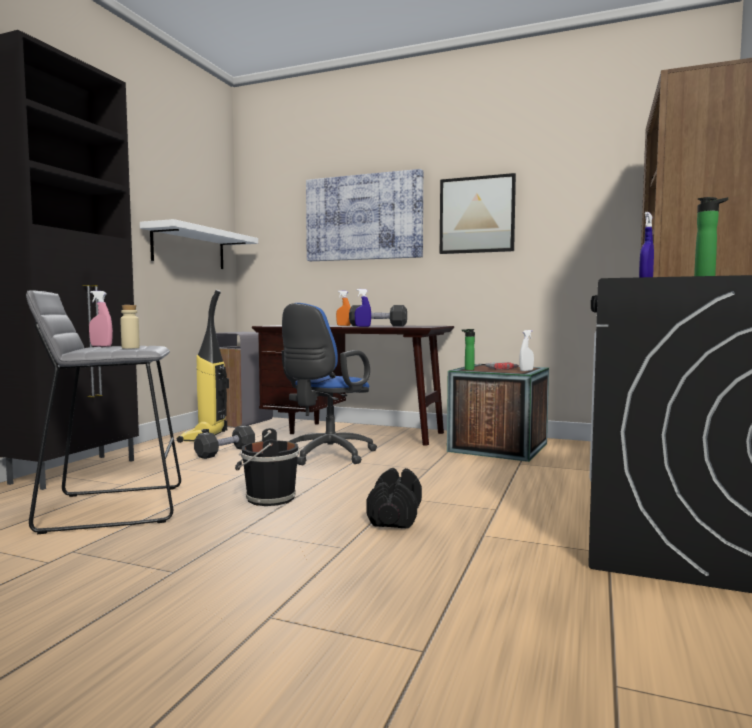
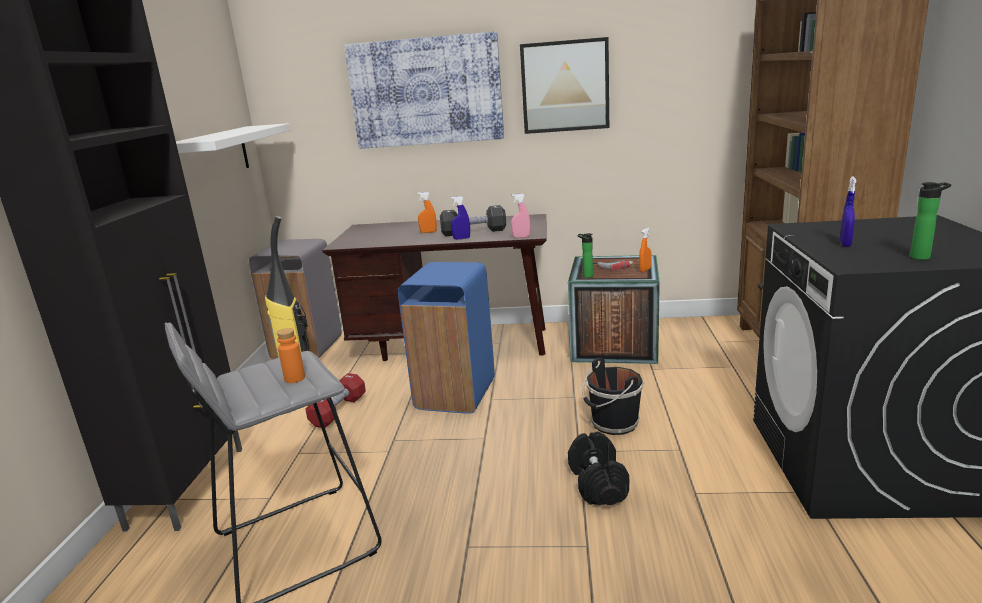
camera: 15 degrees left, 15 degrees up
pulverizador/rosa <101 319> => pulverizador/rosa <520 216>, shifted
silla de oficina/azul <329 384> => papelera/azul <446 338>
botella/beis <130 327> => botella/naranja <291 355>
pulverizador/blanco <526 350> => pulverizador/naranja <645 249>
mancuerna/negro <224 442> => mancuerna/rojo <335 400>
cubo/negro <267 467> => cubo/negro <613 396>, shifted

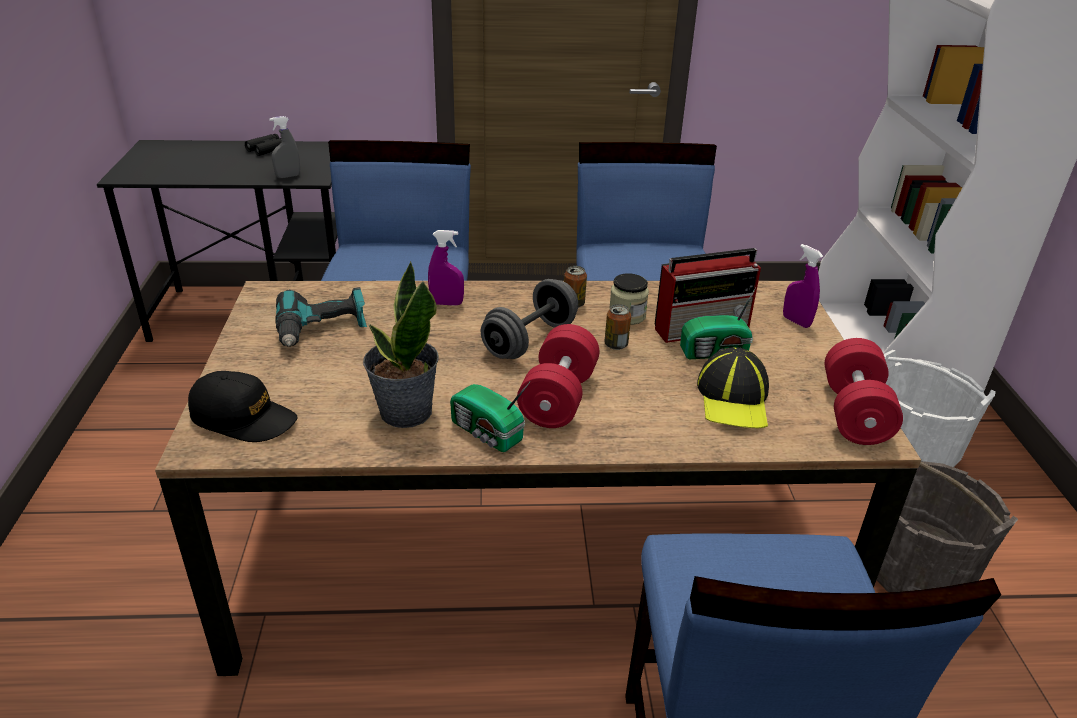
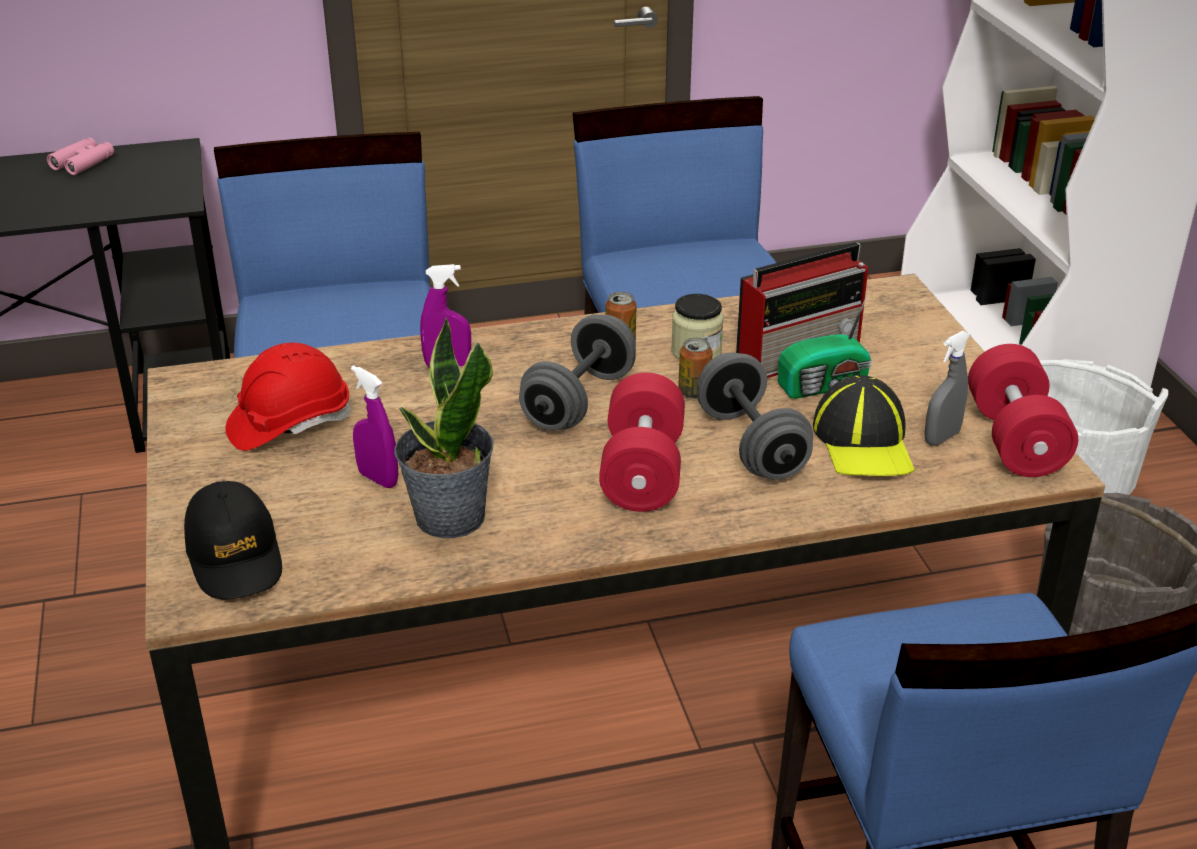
camera: 10 degrees left, 0 degrees up
pulverizador/gris <284 147> => pulverizador/gris <947 388>, shifted
prismáticos/negro <263 145> => prismáticos/rosa <80 156>
pulverizador/morado <803 286> => pulverizador/morado <374 426>, shifted
taladro <321 317> => casco/rojo <288 397>
gorra/negro <243 406> => gorra/negro <233 540>, 60 degrees clockwise
radio <490 416> => nothing
nothing => mancuerna/gris <755 416>

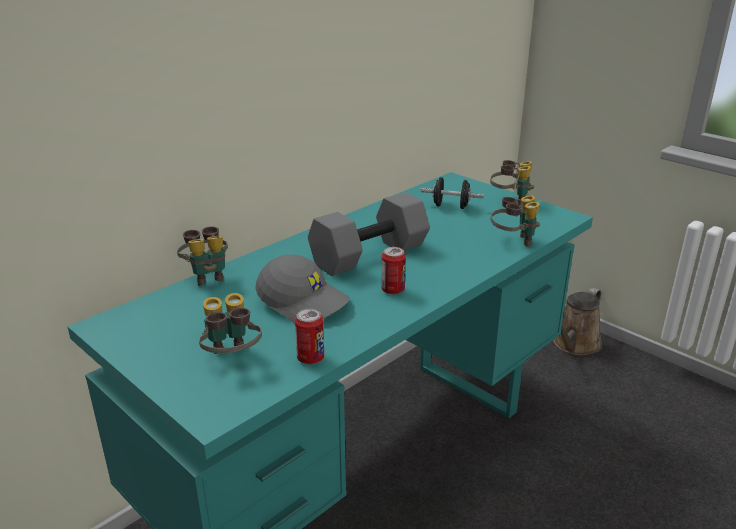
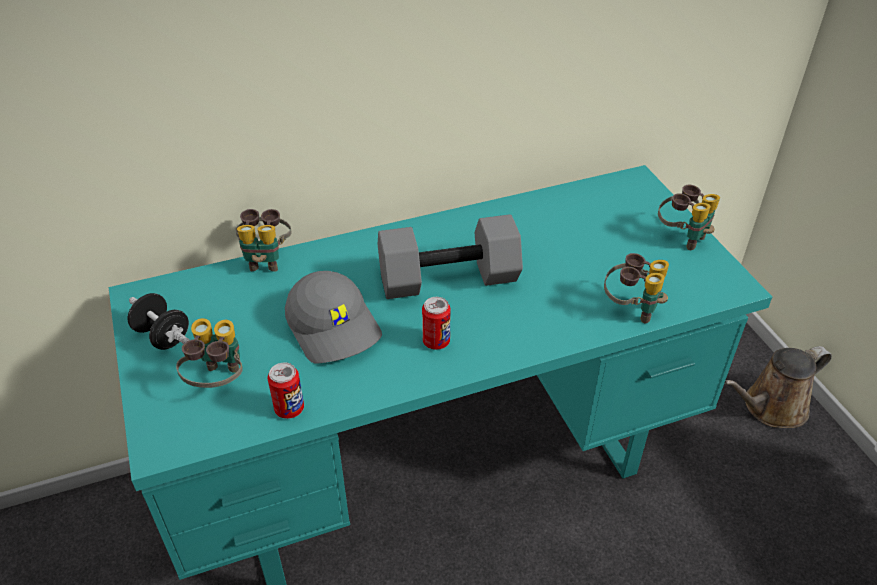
camera: 25 degrees right, 15 degrees up
mancuerna/negro <452 193> => mancuerna/negro <159 321>, shifted

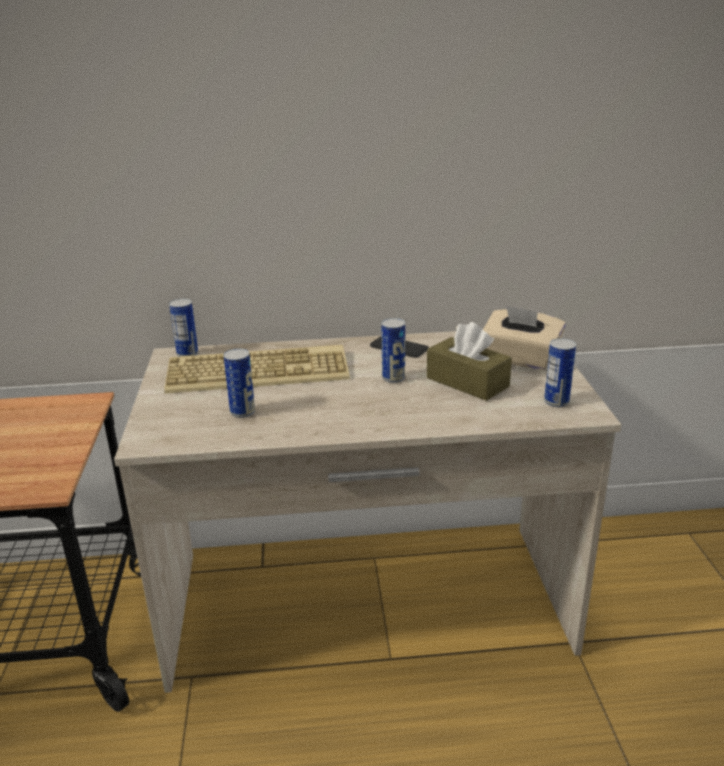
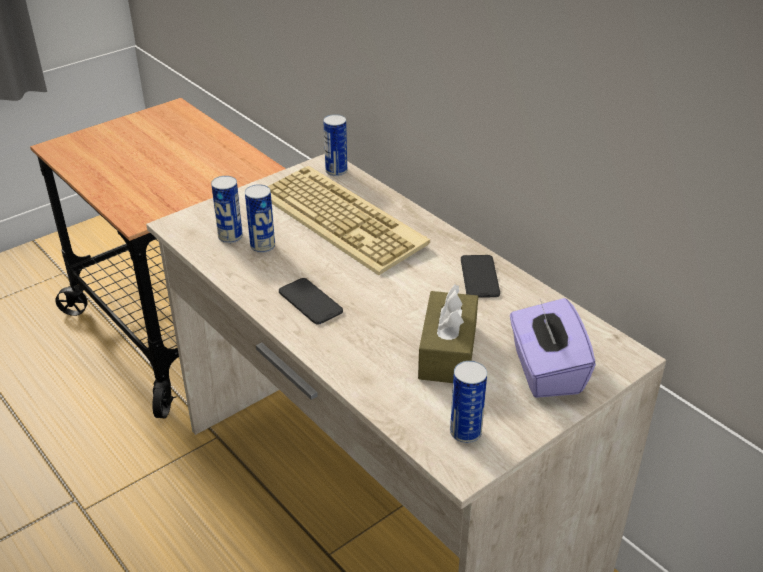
camera: 55 degrees right, 10 degrees up
caja de pañuelos/beis <524 337> => caja de pañuelos/morado <553 348>
lata <393 350> => lata <227 209>, shifted
nothing => móvil <311 301>

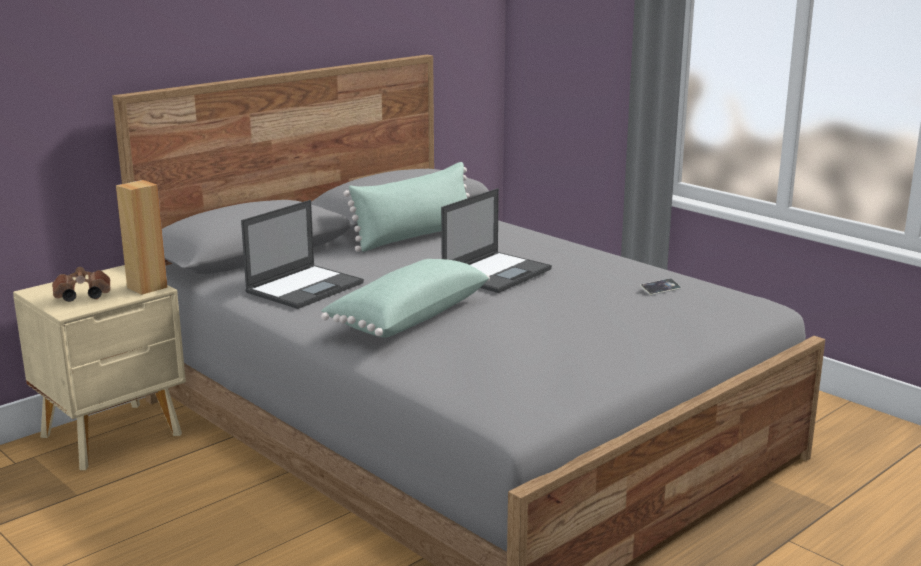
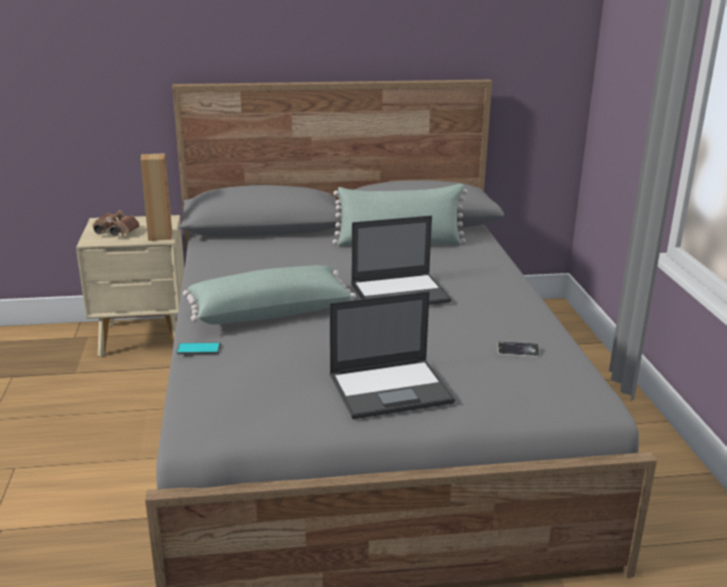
camera: 35 degrees right, 5 degrees up
portátil <302 254> => portátil <392 355>, shifted
nothing => móvil <199 348>

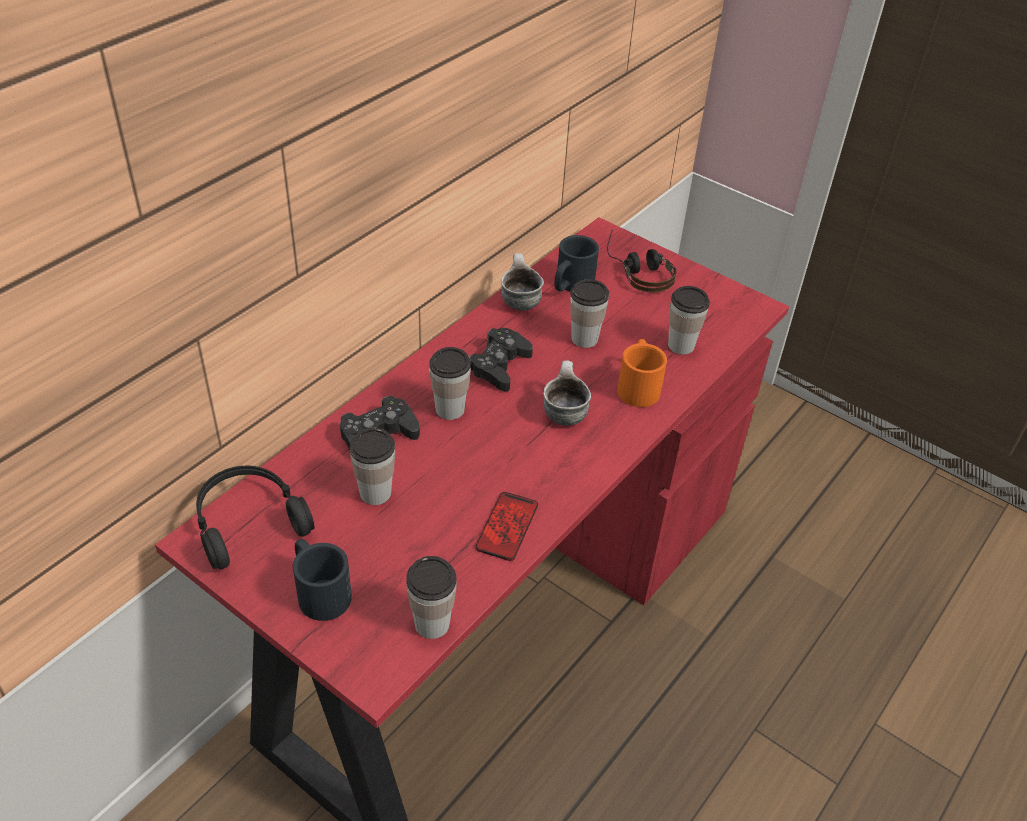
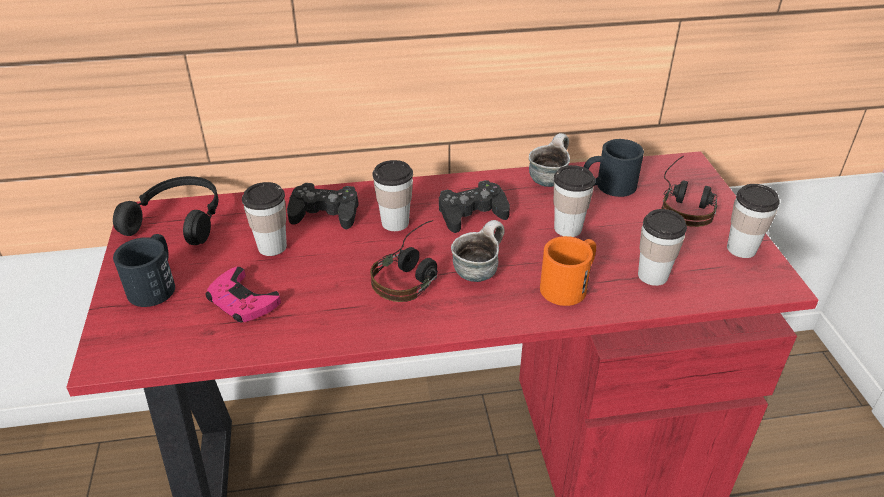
camera: 45 degrees right, 5 degrees down
móvil <507 526> => nothing
taza <431 597> => taza <753 221>, shifted
nothing => auriculares <404 261>
nothing => mando de consola/rosa <243 294>

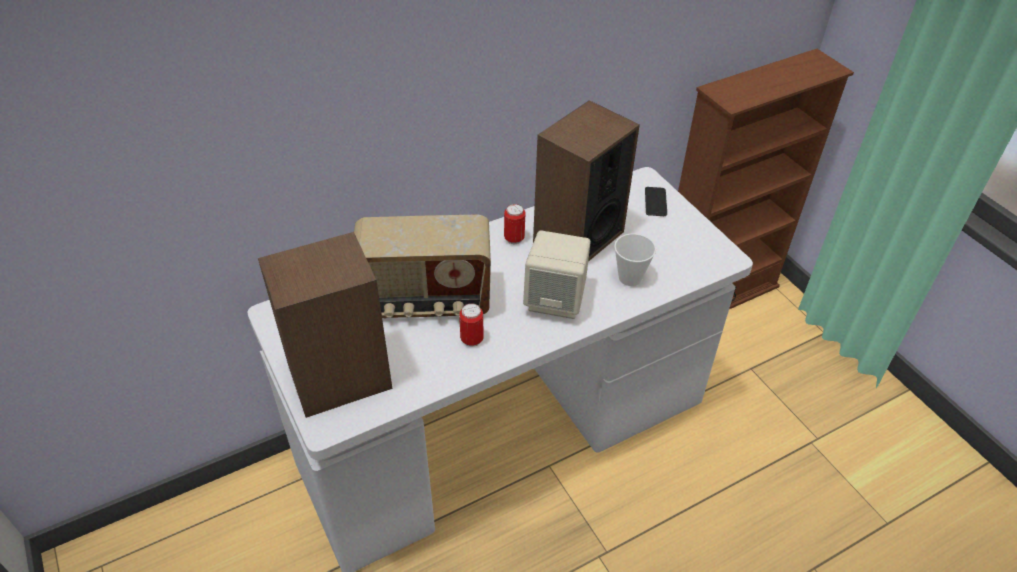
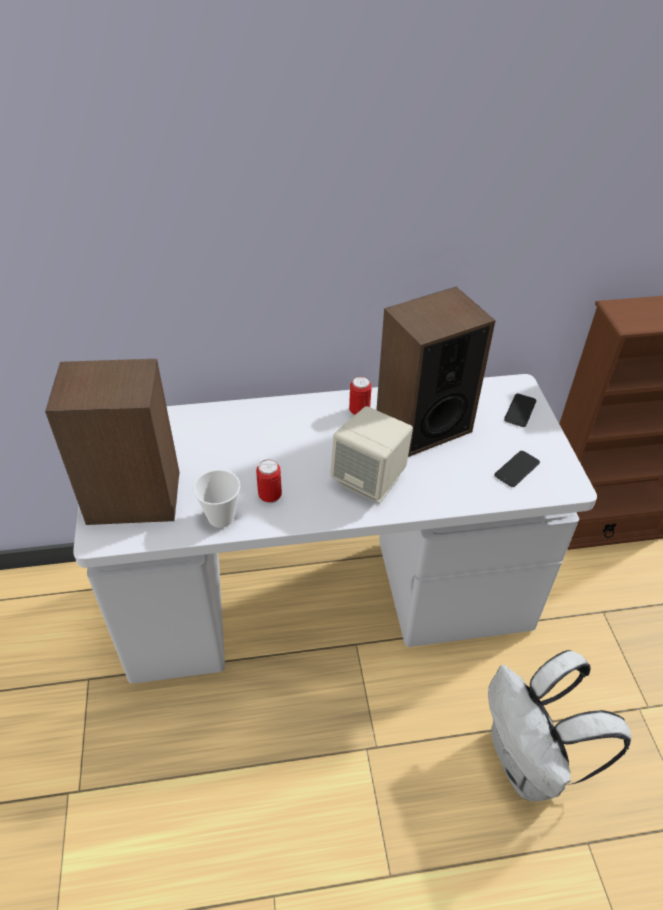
camera: 20 degrees right, 0 degrees up
radio <422 266> => nothing
taza <635 259> => taza <216 499>, shifted
nothing => móvil <517 469>
nothing => mochila/blanco <559 725>

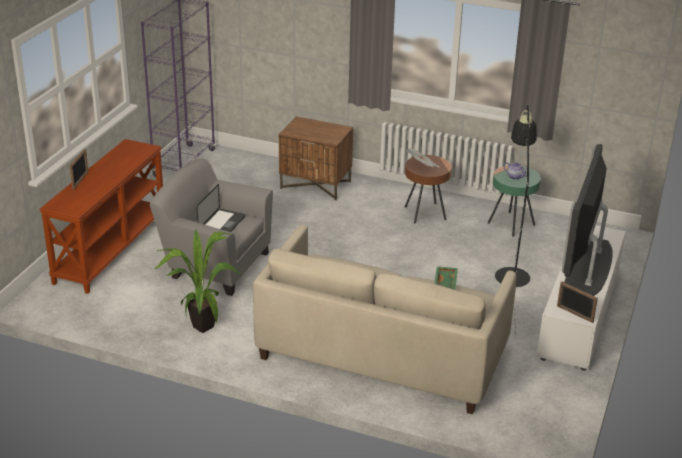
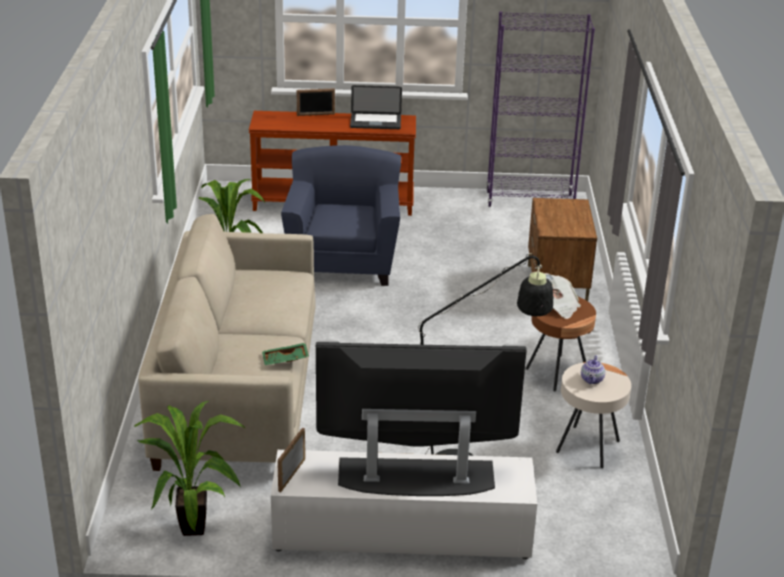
camera: 70 degrees right, 0 degrees up
sillón/gris <211 227> => sillón/azul <341 215>
mesa auxiliar/verde <514 201> => mesa auxiliar/beis <593 415>
portátil <220 208> => portátil <376 107>, shifted
nothing => planta en maceta <189 468>

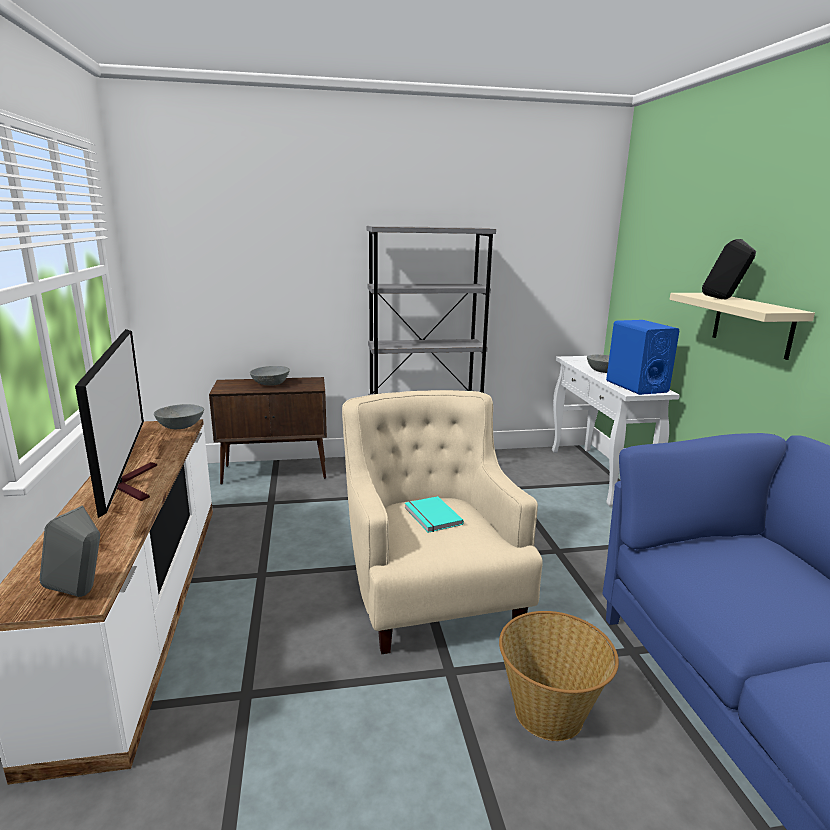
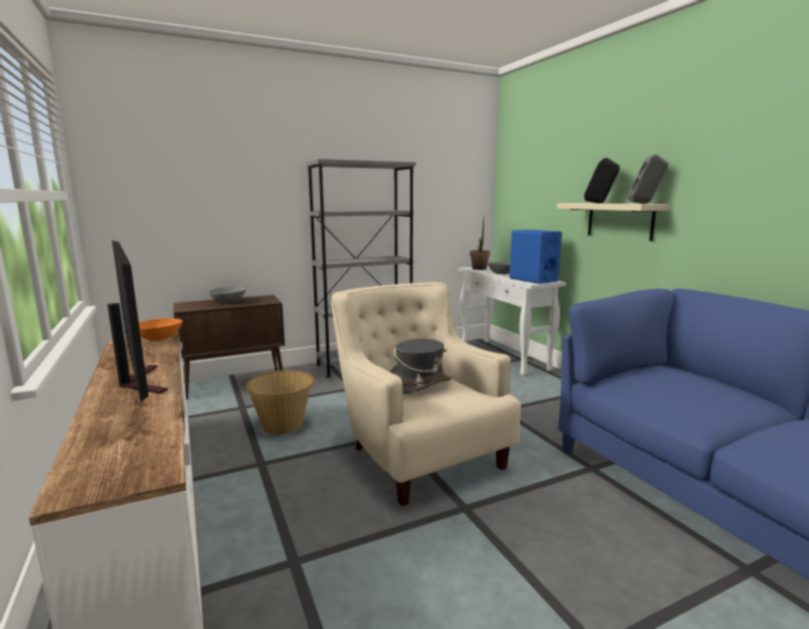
camera: 15 degrees left, 5 degrees down
cuenco/gris <179 416> => cuenco/naranja <161 329>
libro/turquesa <434 514> => sombrero/gris <421 366>
altavoz/gris <69 551> => altavoz/gris <648 179>, shifted
cesta <559 676> => cesta <280 402>, shifted
nothing => planta en maceta <480 242>

